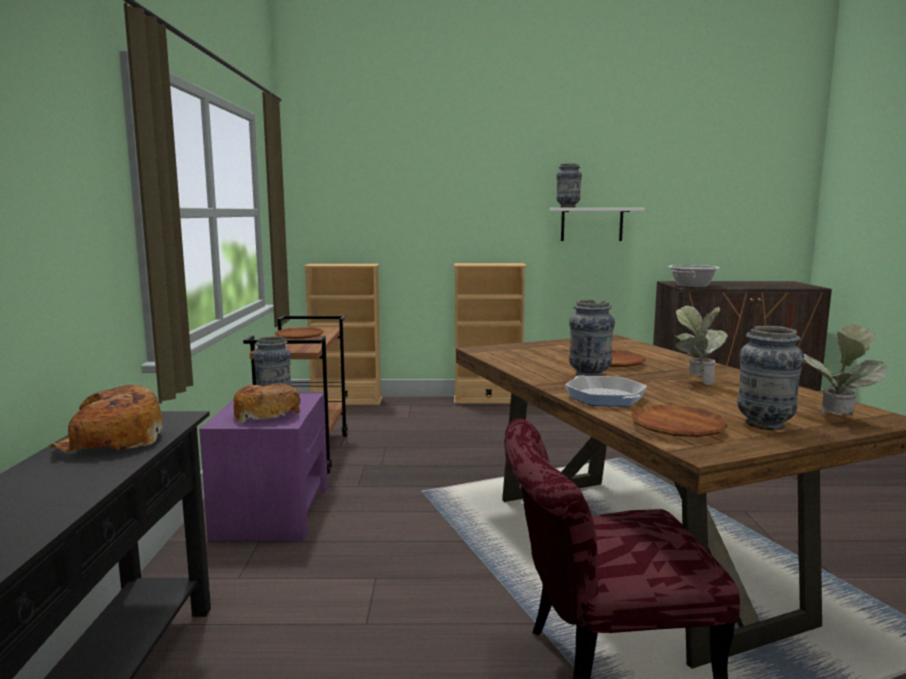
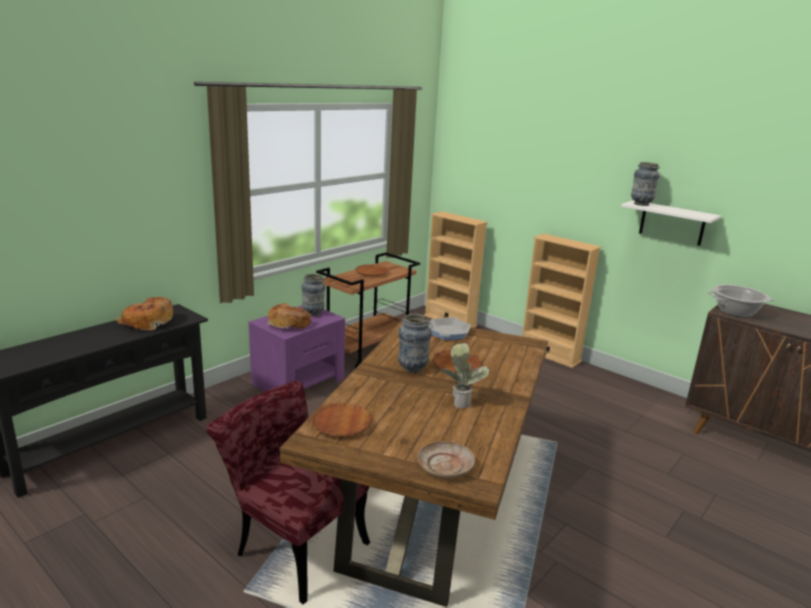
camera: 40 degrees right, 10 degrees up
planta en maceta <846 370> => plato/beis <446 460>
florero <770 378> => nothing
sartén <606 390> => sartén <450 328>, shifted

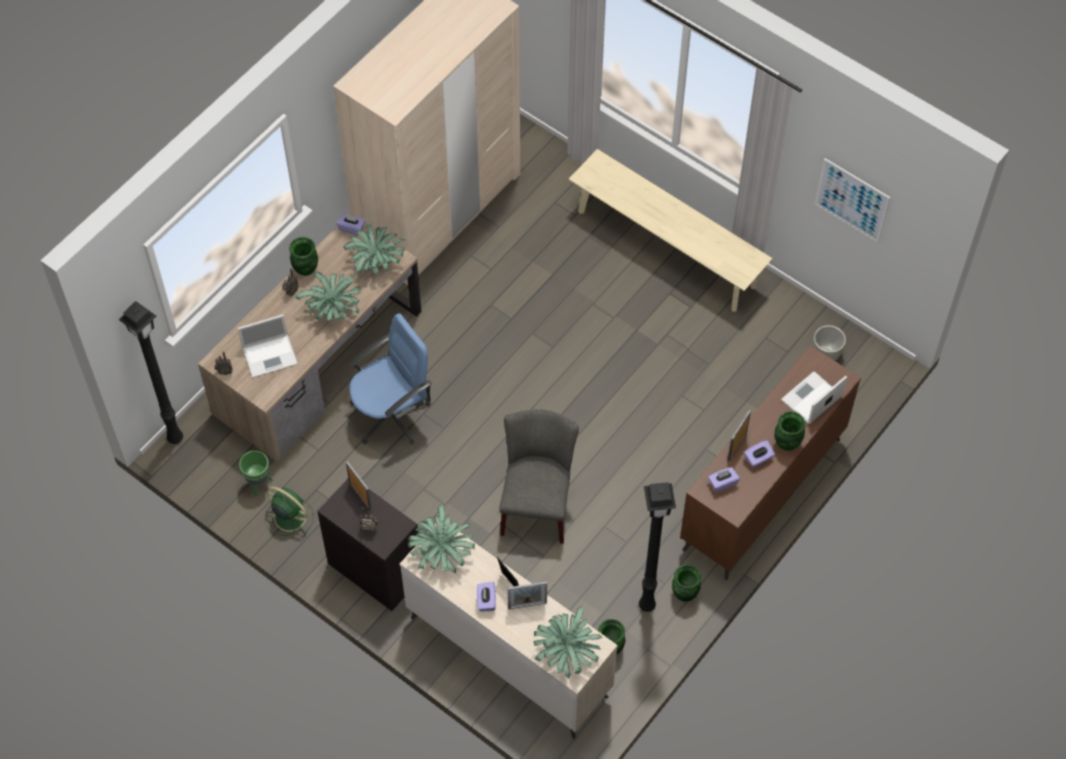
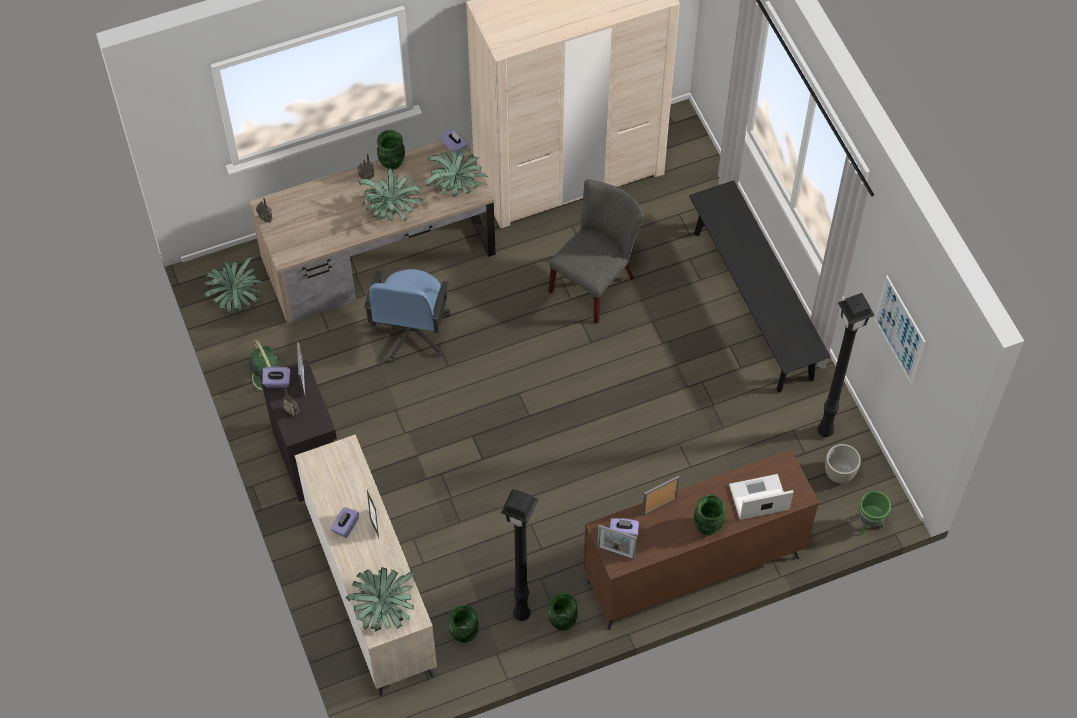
camera: 30 degrees right, 0 degrees up
banco/beis <671 230> => banco/negro <760 286>
lámpara de pie/negro <151 372> => lámpara de pie/negro <846 365>, shifted
silla de oficina/azul <390 379> => silla de oficina/azul <407 315>, 105 degrees clockwise
portátil <268 346> => nothing
silla/gris <539 476> => silla/gris <596 251>, shifted
caja de pañuelos/morado <759 454> => caja de pañuelos/morado <276 377>, shifted
maceta/verde <256 474> => maceta/verde <875 513>, shifted
planta en maceta <441 539> => planta en maceta <233 285>, shifted
portarretratos <527 595> => portarretratos <617 542>, shifted

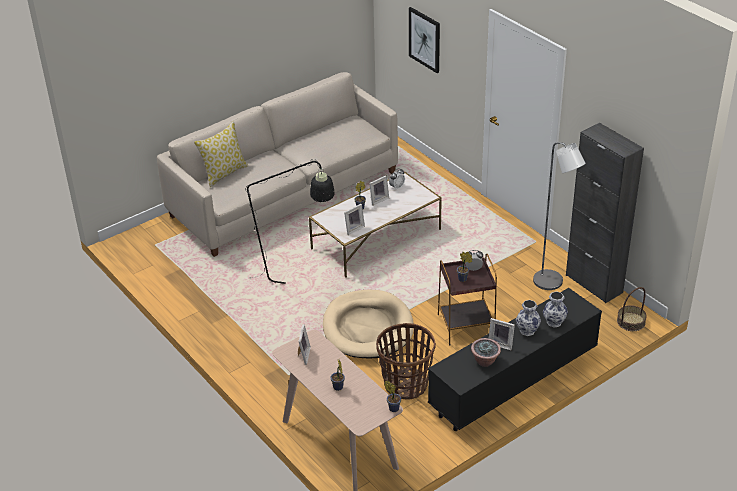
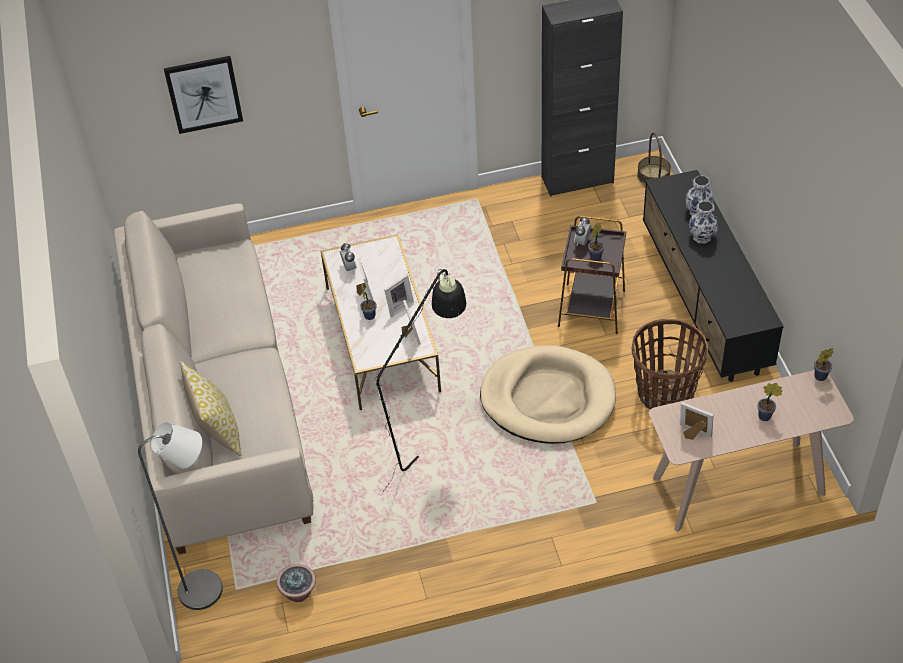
camera: 65 degrees left, 10 degrees up
lámpara de pie/gris <559 216> => lámpara de pie/gris <180 516>, shifted
portarretratos <502 334> => portarretratos <399 295>, shifted
planta en maceta <486 352> => planta en maceta <296 583>, shifted

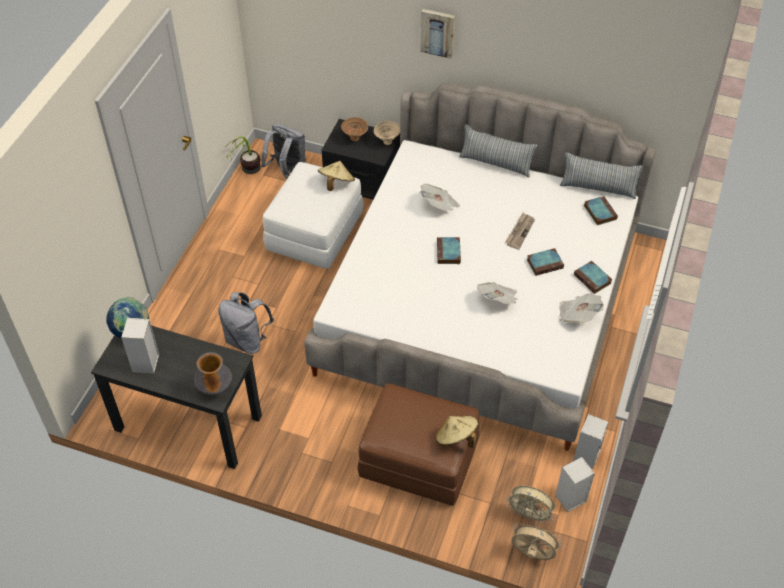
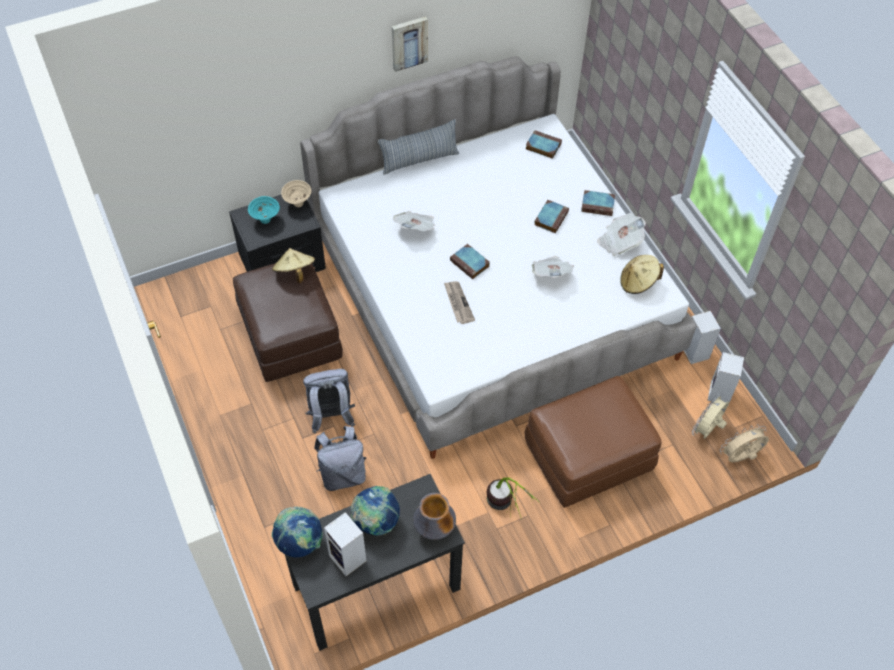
camera: 45 degrees left, 5 degrees up
cuadro <437 34> => cuadro <410 44>, shifted
cuenco/marrón <354 129> => cuenco/turquesa <264 210>
mochila/gris <283 151> => mochila/gris <329 401>, shifted
planta en maceta <243 155> => planta en maceta <513 498>, shifted
cojín <601 175> => nothing
puf/blanco <313 215> => puf/marrón <288 322>
periódico <520 231> => periódico <459 302>, shifted
sombrero/beis <457 432> => sombrero/beis <642 274>, shifted
ventilador/beis <530 505> => ventilador/beis <710 416>, 150 degrees clockwise
nothing => globo terráqueo <375 511>

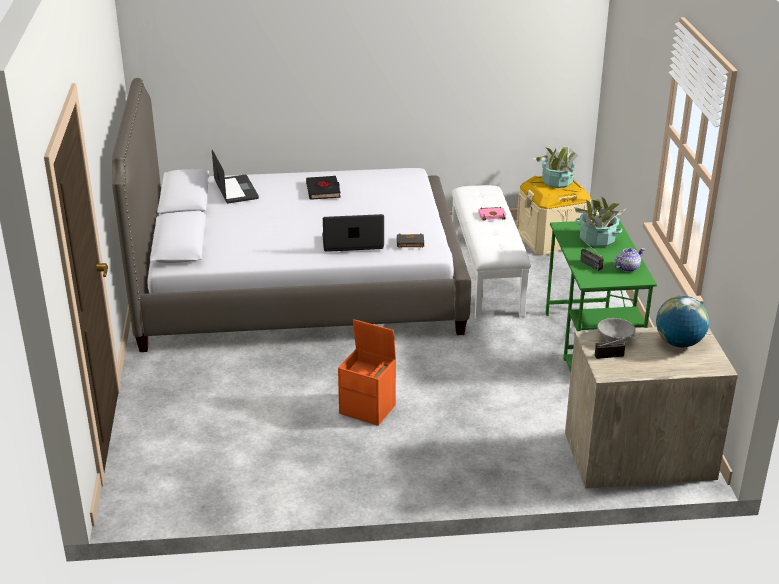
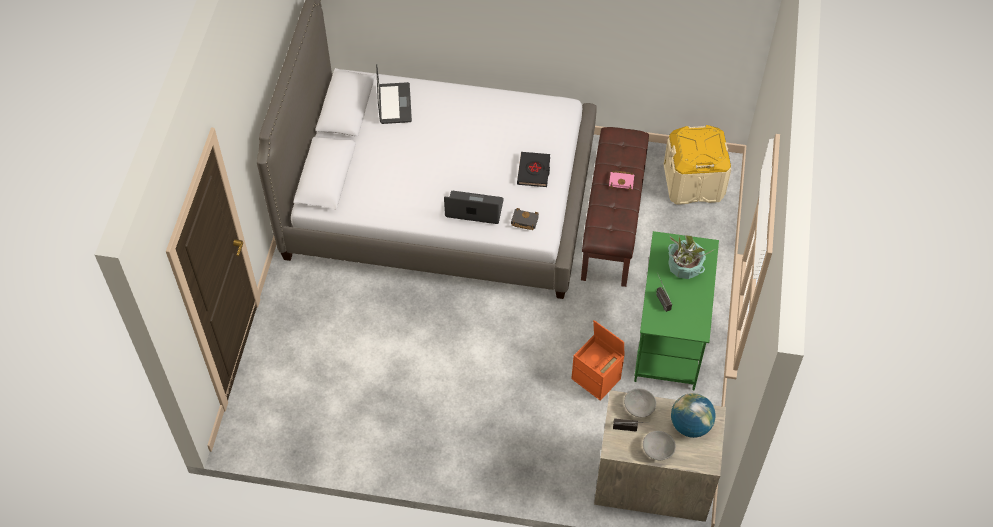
camera: 15 degrees right, 25 degrees up
planta en maceta <555 165> => nothing
libro/negro <323 188> => libro/negro <533 169>, shifted
banco/blanco <491 252> => banco/marrón <615 207>
tetera <629 260> => nothing
caja de almacenaje/naranja <367 372> => caja de almacenaje/naranja <597 360>, shifted
nothing => cuenco/gris <659 445>

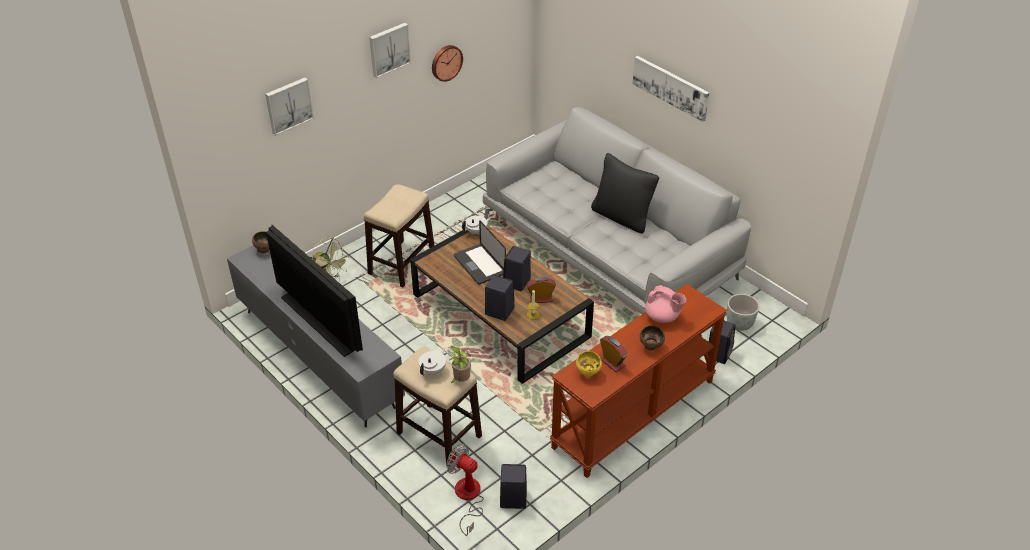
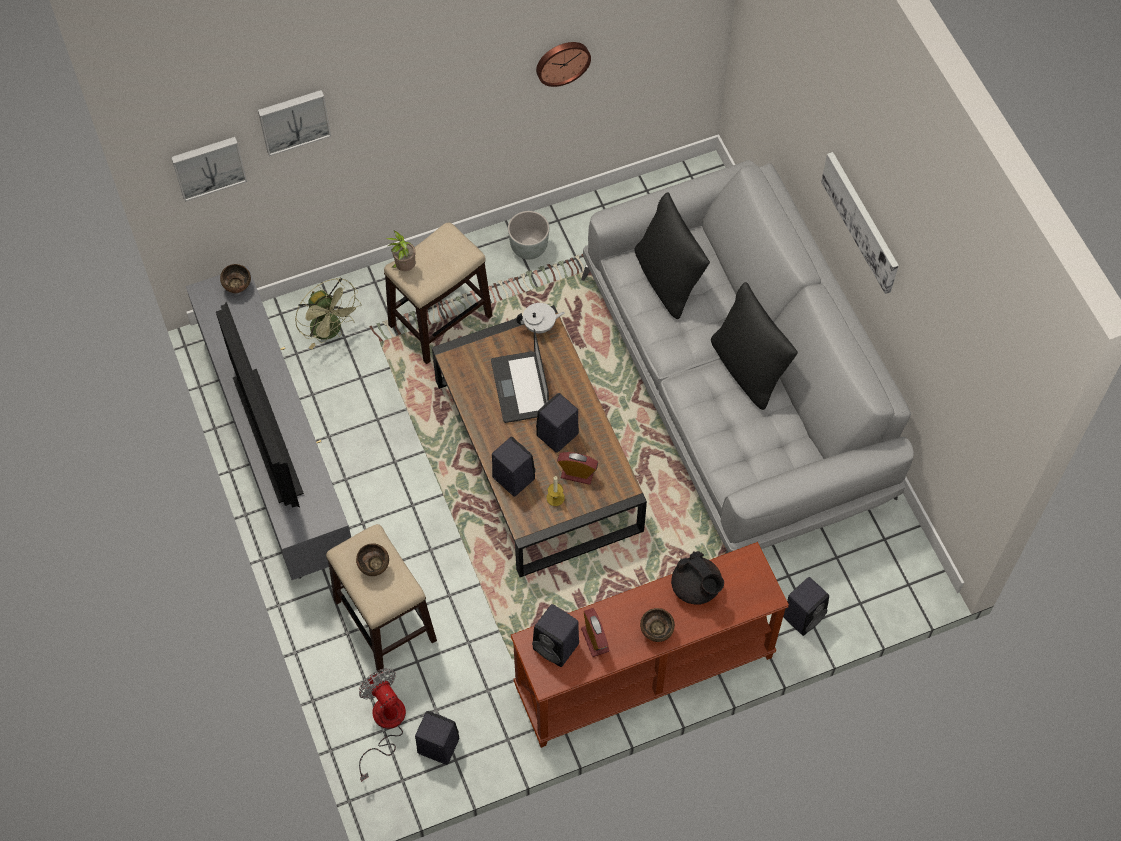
camera: 20 degrees right, 20 degrees up
cuadro <390 50> => cuadro <209 169>, shifted
tetera/rosa <666 304> => tetera/negro <697 578>
maceta/gris <743 312> => maceta/gris <528 235>, shifted
planta en maceta <459 364> => planta en maceta <401 251>, shifted
tetera/blanco <432 361> => cuenco/marrón <372 559>
cuenco/amarillo <589 364> => altavoz/negro <555 635>
nothing => cojín/negro <672 255>

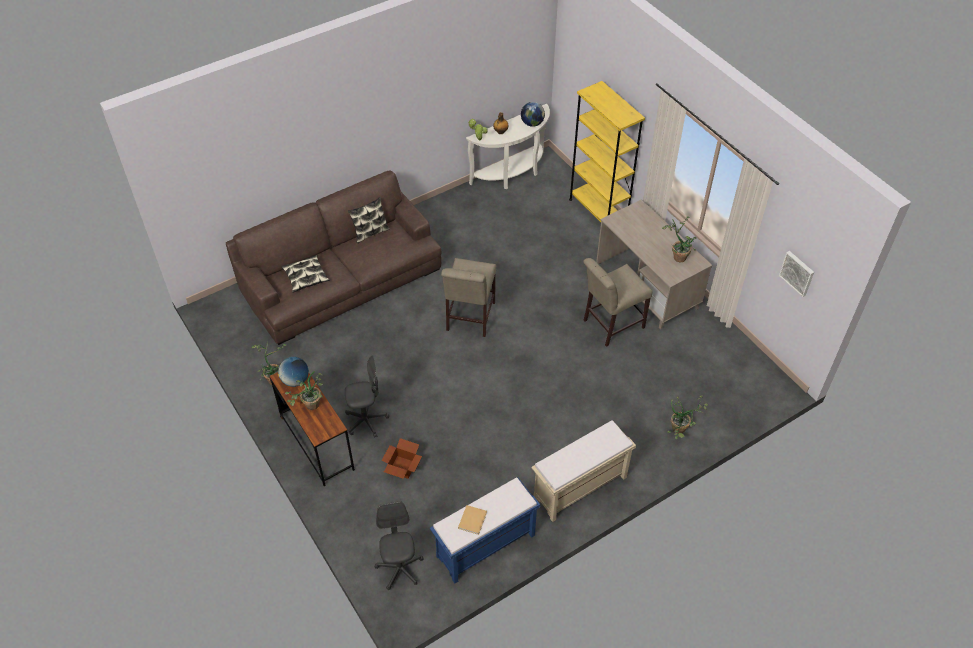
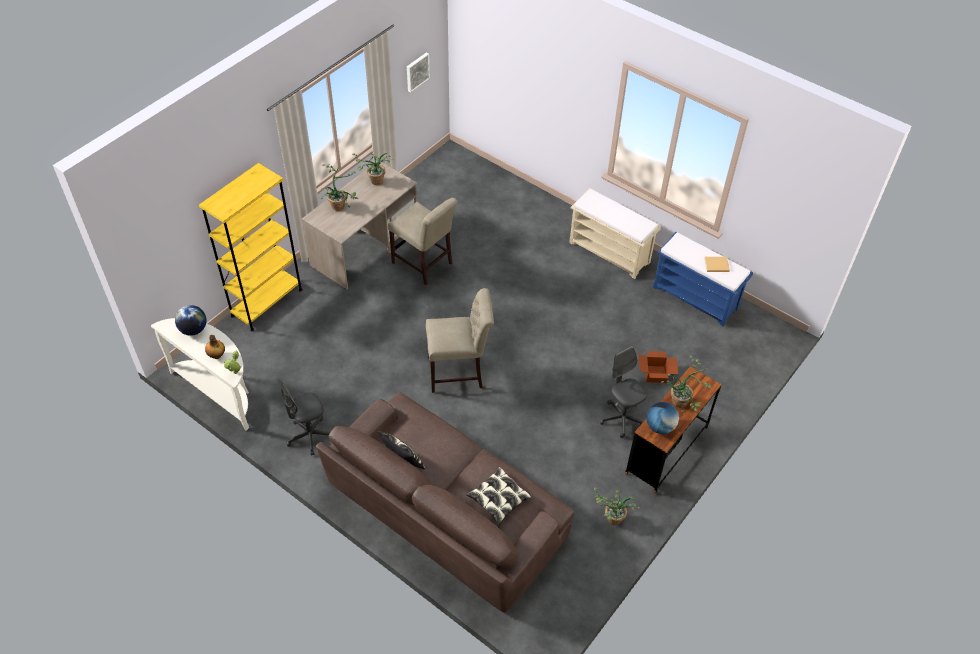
camera: 110 degrees left, 0 degrees up
planta en maceta <688 417> => planta en maceta <339 187>, shifted
silla de oficina/gris <399 545> => silla de oficina/gris <303 417>, shifted

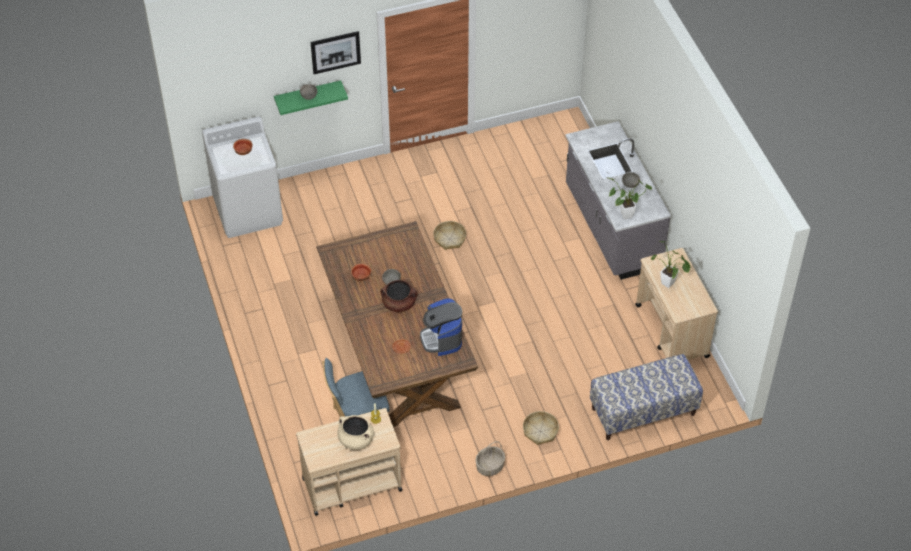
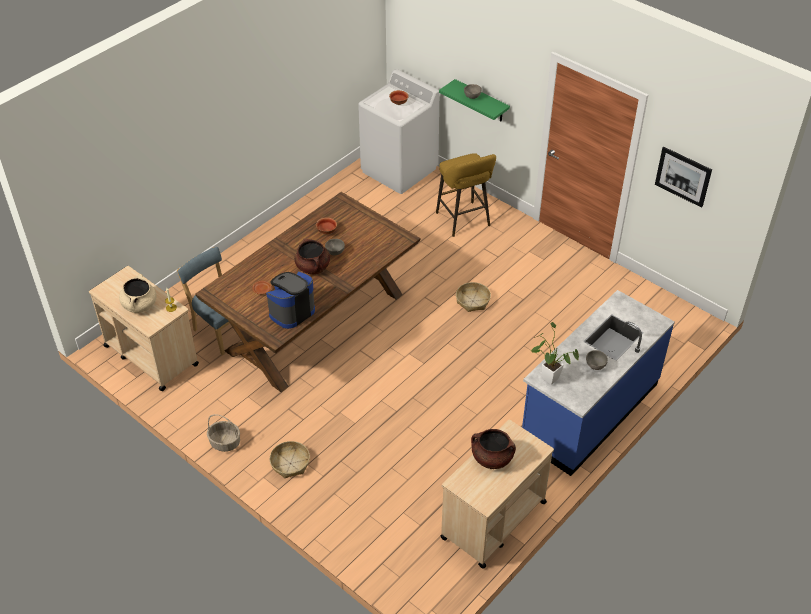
camera: 60 degrees right, 5 degrees down
cuadro <336 52> => cuadro <683 177>, shifted
mueble bajo de cocina/gris <618 200> => mueble bajo de cocina/azul <598 383>
planta en maceta <671 264> => olla/marrón <493 449>
banco <646 397> => nothing
nothing => taburete/amarillo <466 195>

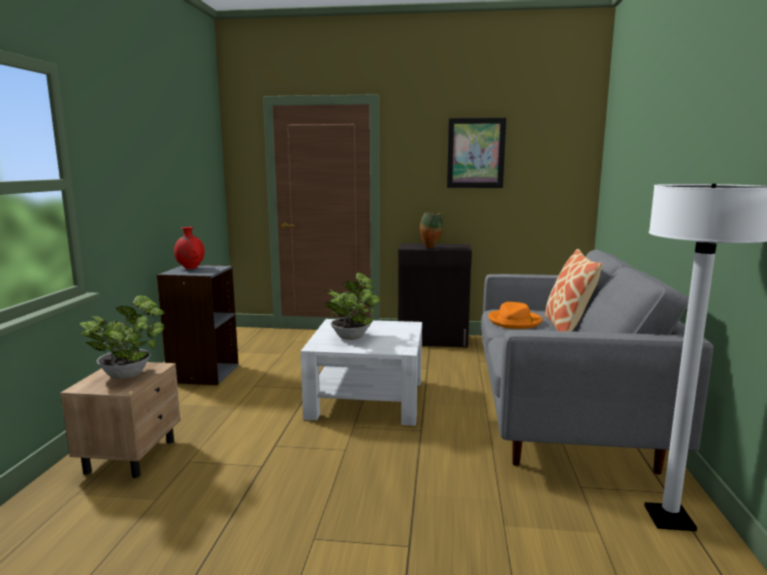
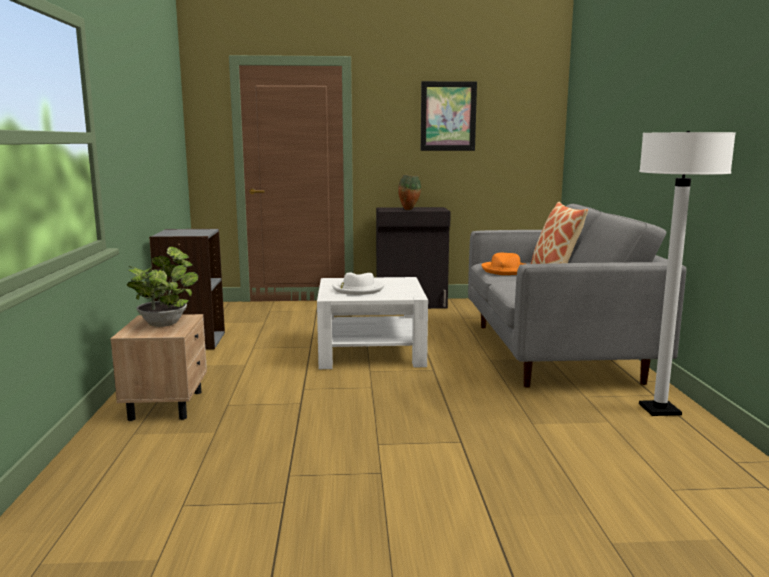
camera: 10 degrees left, 0 degrees up
florero/rojo <189 248> => nothing
planta en maceta <352 306> => sombrero/blanco <358 284>

